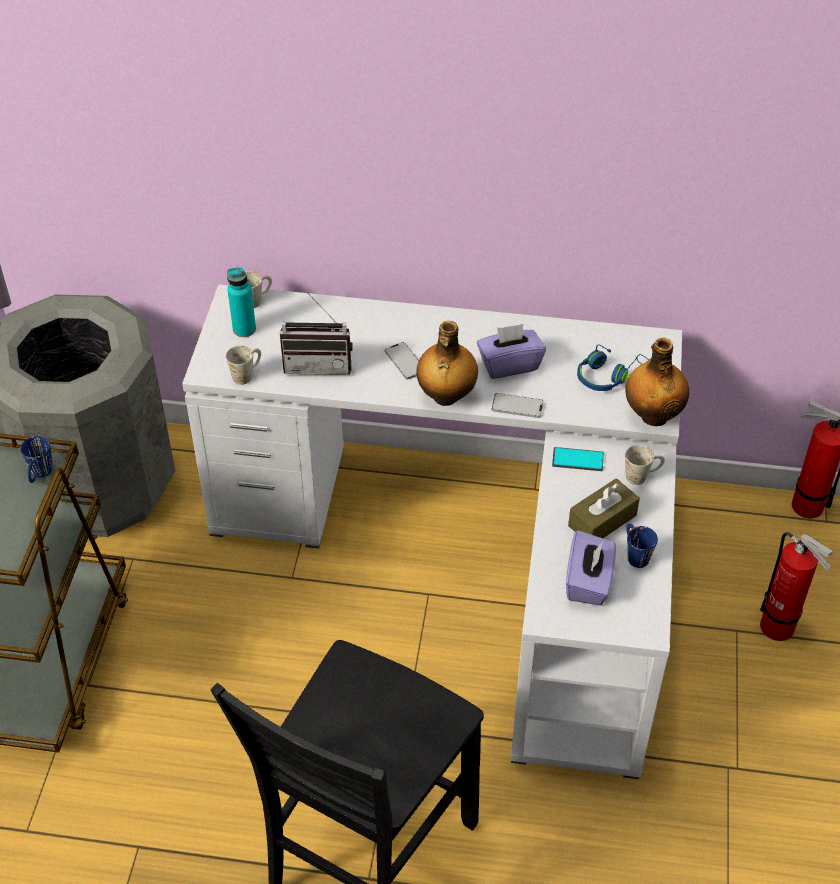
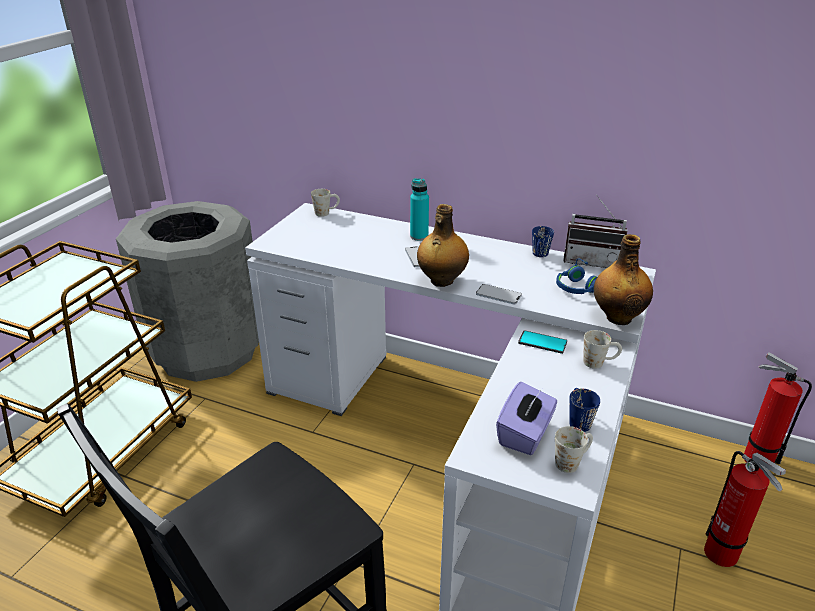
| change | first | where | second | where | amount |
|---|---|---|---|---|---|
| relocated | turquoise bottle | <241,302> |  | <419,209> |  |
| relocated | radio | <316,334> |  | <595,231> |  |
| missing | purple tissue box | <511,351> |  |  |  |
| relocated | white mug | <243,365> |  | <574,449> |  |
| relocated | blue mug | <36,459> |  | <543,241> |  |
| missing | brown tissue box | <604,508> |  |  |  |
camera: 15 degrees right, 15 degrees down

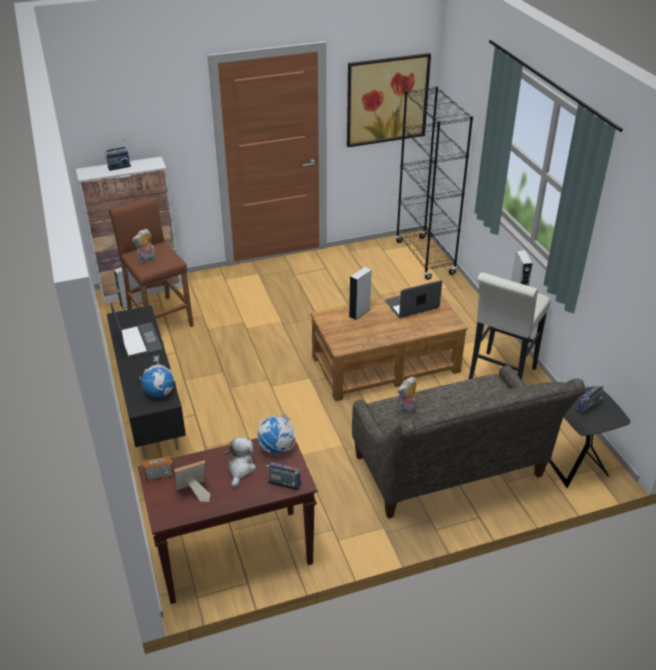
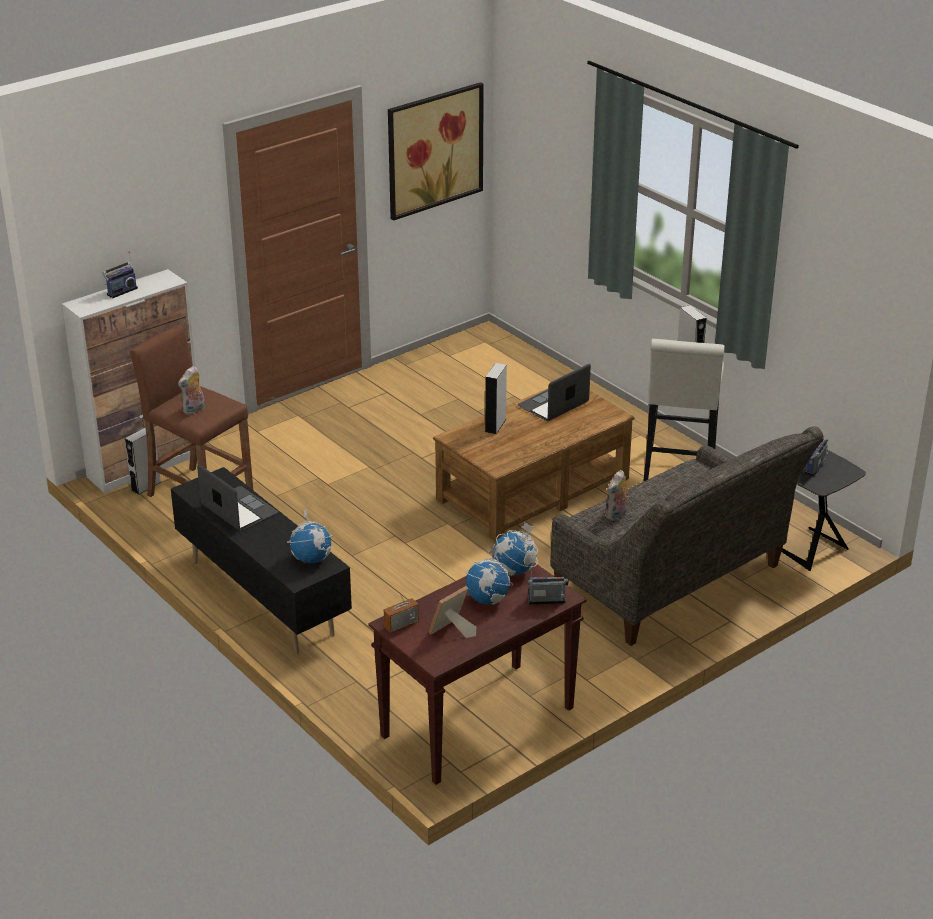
| change | first | where | second | where | amount |
|---|---|---|---|---|---|
| missing | black bookcase | <434,183> |  |  |  |
| exchanged | plush toy | <240,462> | globe | <489,575> |  |
camera: 20 degrees left, 5 degrees down

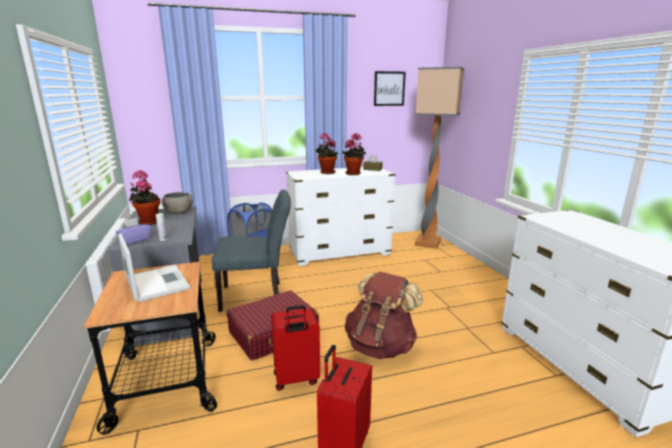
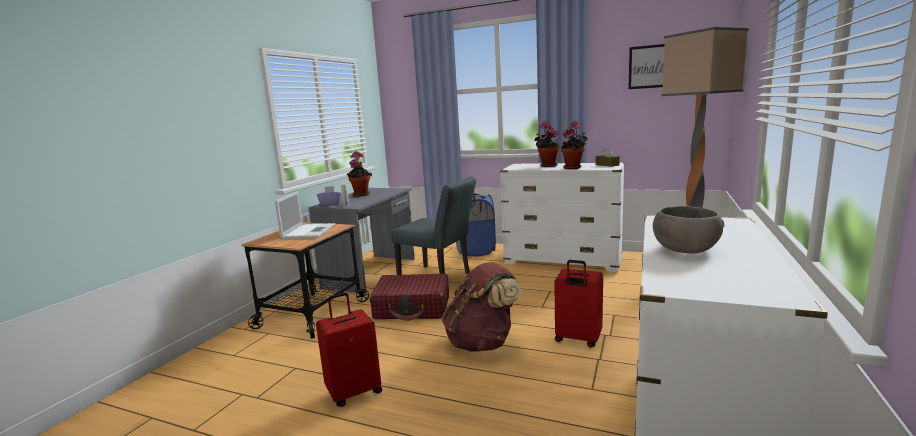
| change | first | where | second | where | amount |
|---|---|---|---|---|---|
| relocated | grey bowl | <177,203> |  | <689,229> |  |
| relocated | red suitcase | <295,348> |  | <578,303> |  |
camera: 40 degrees right, 5 degrees down

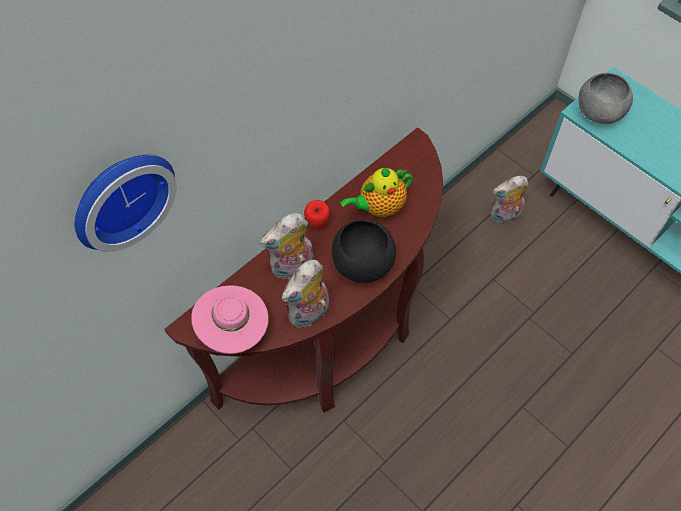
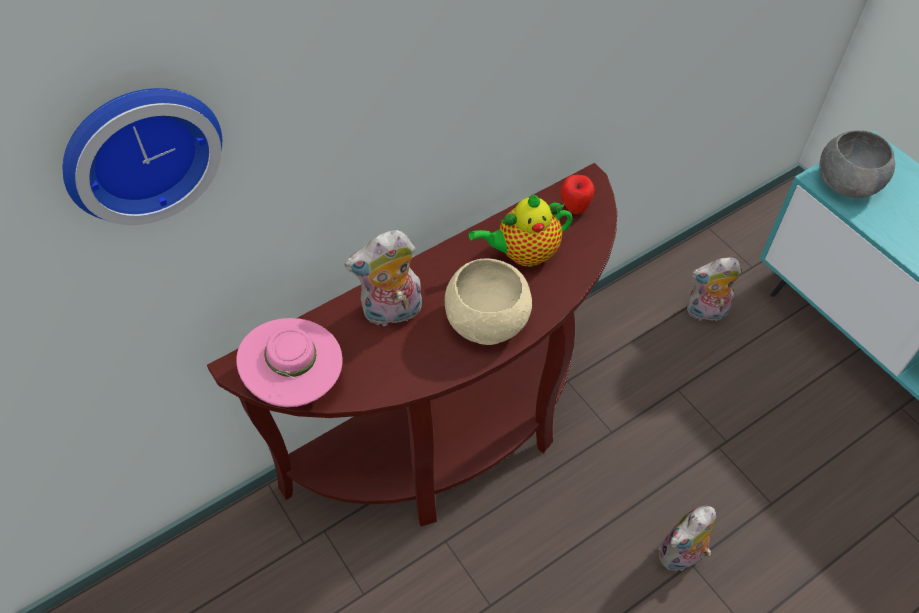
| change | first | where | second | where | amount |
|---|---|---|---|---|---|
| relocated | apple | <317,214> |  | <577,194> |  |
| colour | black bowl | <364,251> | beige bowl | <488,301> |  |
| relocated | plush toy | <305,294> |  | <687,538> |  |
camera: 10 degrees right, 5 degrees down

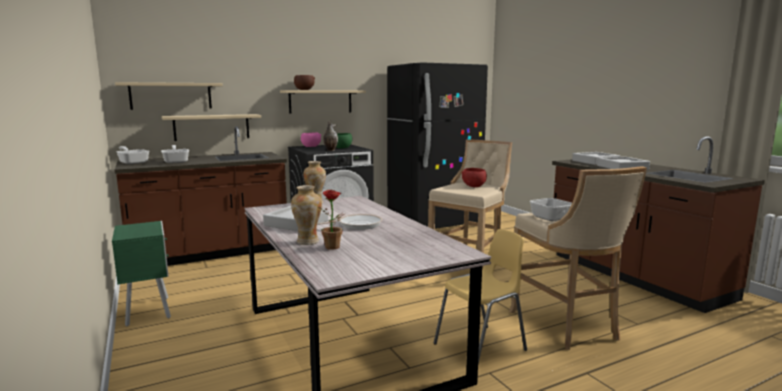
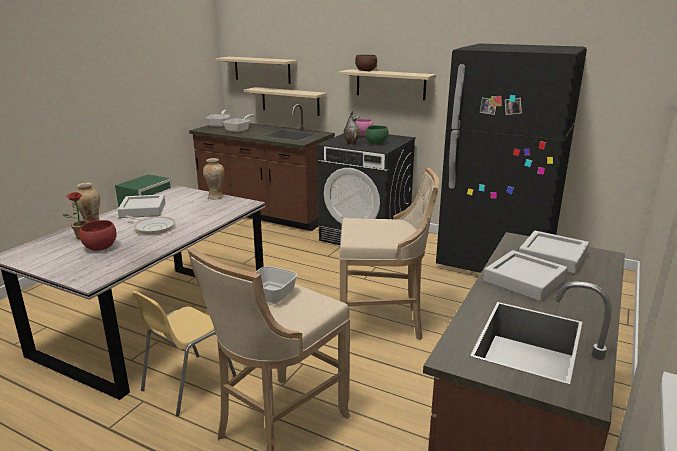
| change | first | where | second | where | amount |
|---|---|---|---|---|---|
| relocated | red bowl | <474,177> |  | <98,235> |  |
| spun | yellow chair | <480,296> |  | <184,353> | 105 degrees clockwise |
camera: 55 degrees right, 10 degrees up

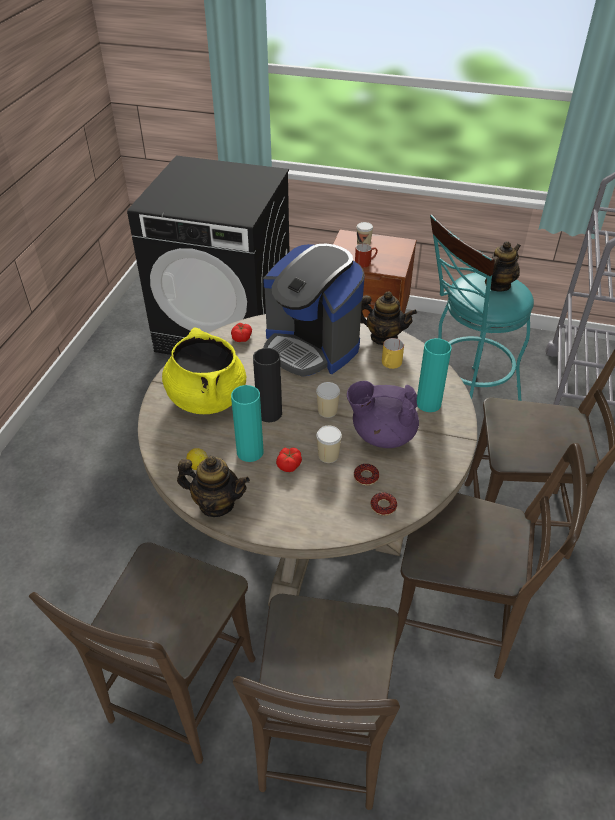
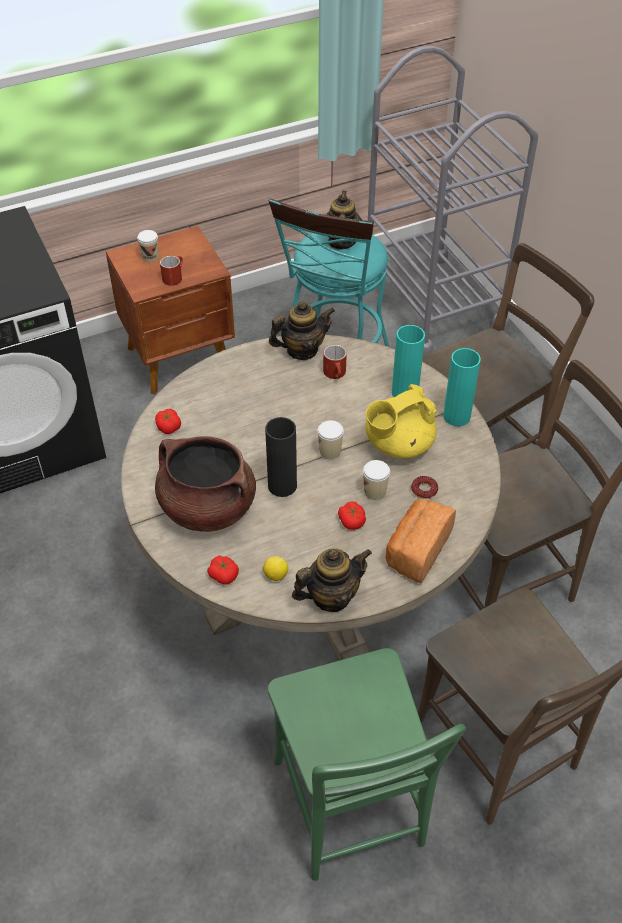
| change | first | where | second | where | amount |
|---|---|---|---|---|---|
| missing | coffee machine | <314,310> |  |  |  |
| colour | yellow cooking pot | <204,371> | brown cooking pot | <205,484> |  |
| colour | yellow mug | <393,353> | red mug | <335,362> |  |
| colour | purple teapot | <383,414> | yellow teapot | <401,421> |  |
| relocated | turquoise vase | <247,423> |  | <462,387> |  |
| missing | donut | <384,504> |  |  |  |
| colour | brown chair | <142,653> | green chair | <367,764> |  |
| appeared |  |  | bread | <421,541> |  |
| appeared |  |  | tomato | <223,569> |  |
camera: 40 degrees left, 5 degrees up

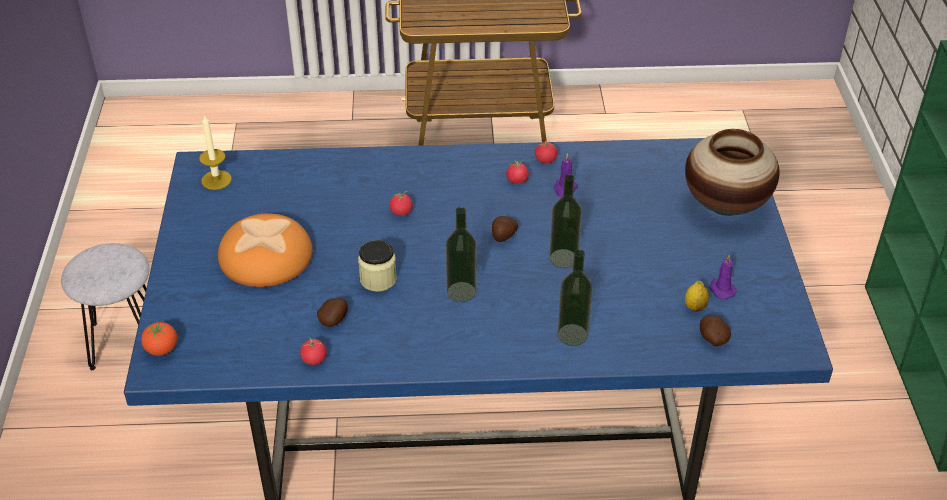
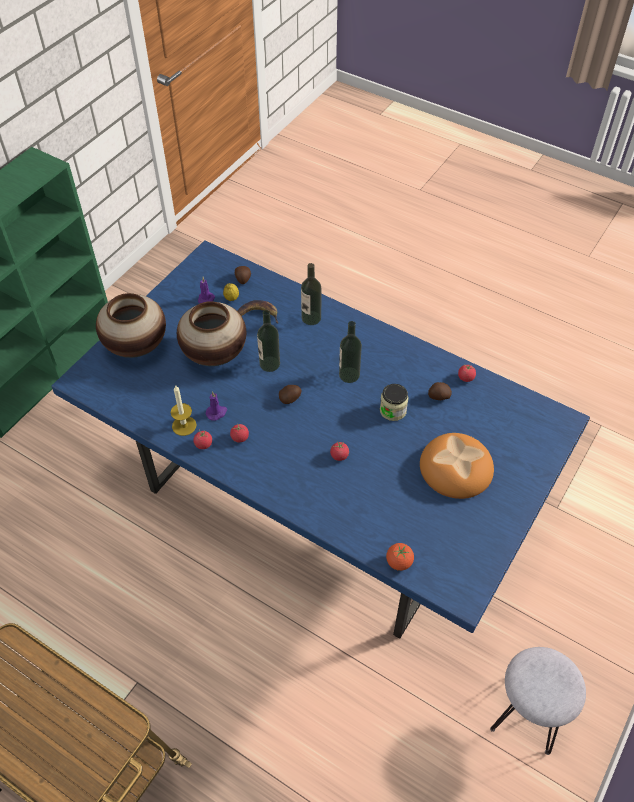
| change | first | where | second | where | amount |
|---|---|---|---|---|---|
| relocated | candle | <215,152> |  | <184,410> |  |
| relocated | tomato | <159,339> |  | <400,557> |  |
| appeared |  |  | banana | <258,312> |  |
| appeared |  |  | vase | <211,333> |  |
camera: 145 degrees left, 10 degrees up

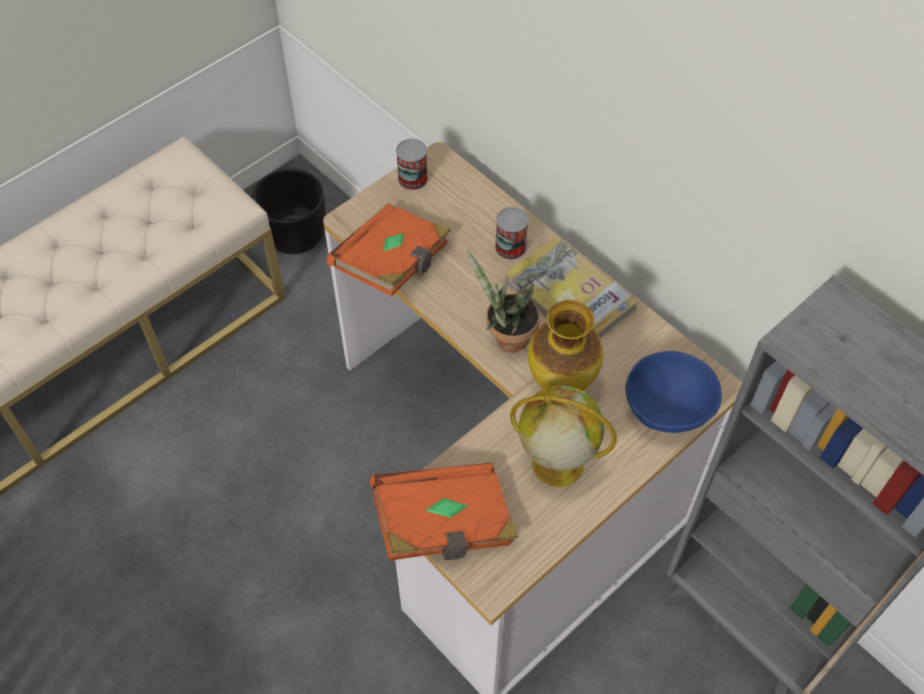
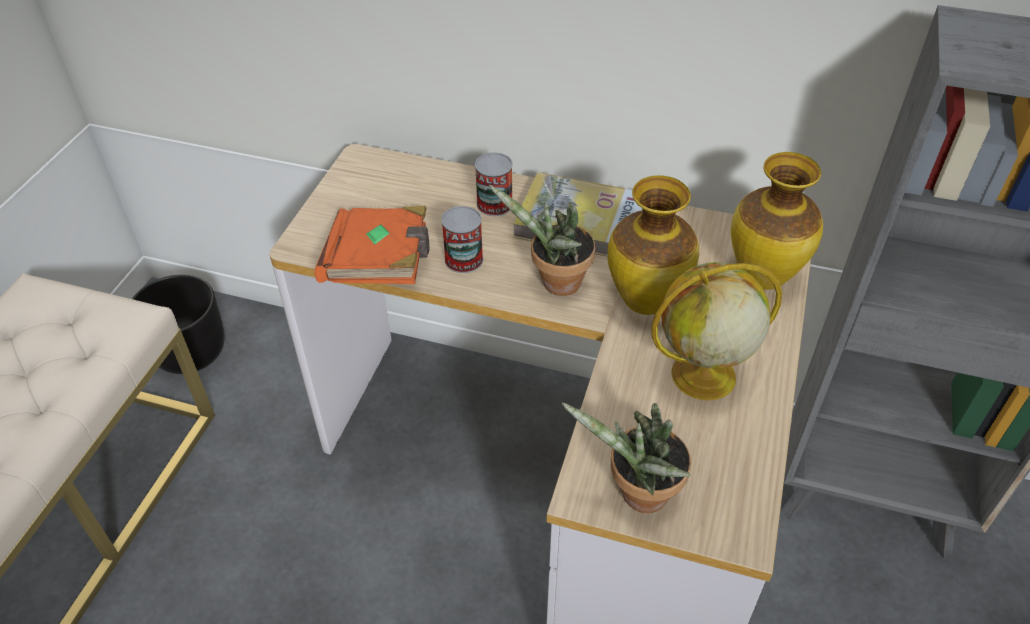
| change | first | where | second | where | amount |
|---|---|---|---|---|---|
| relocated | can | <412,164> |  | <462,239> |  |
| exchanged | blue bowl | <674,392> | vase | <777,221> |  |
| exchanged | orange book | <444,512> | potted plant | <626,458> |  |
camera: 30 degrees left, 10 degrees down

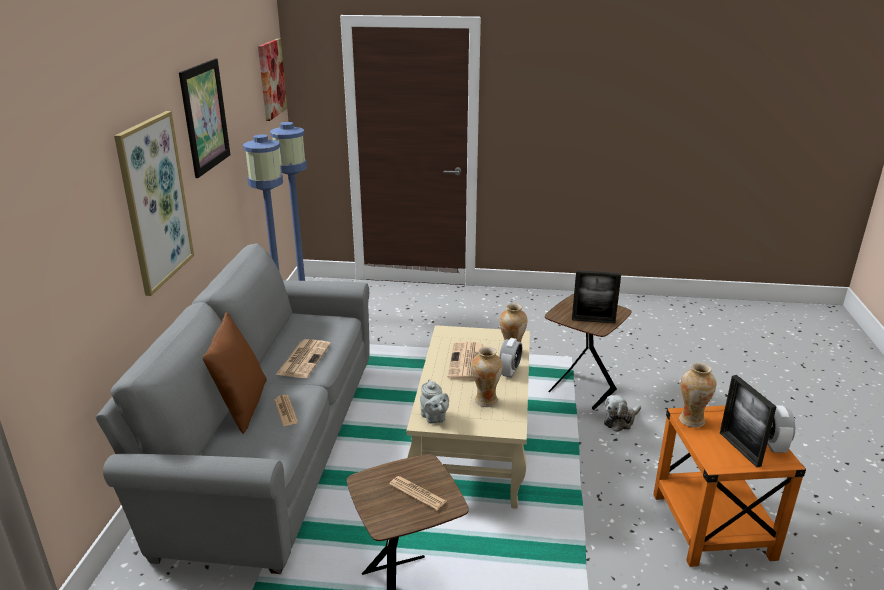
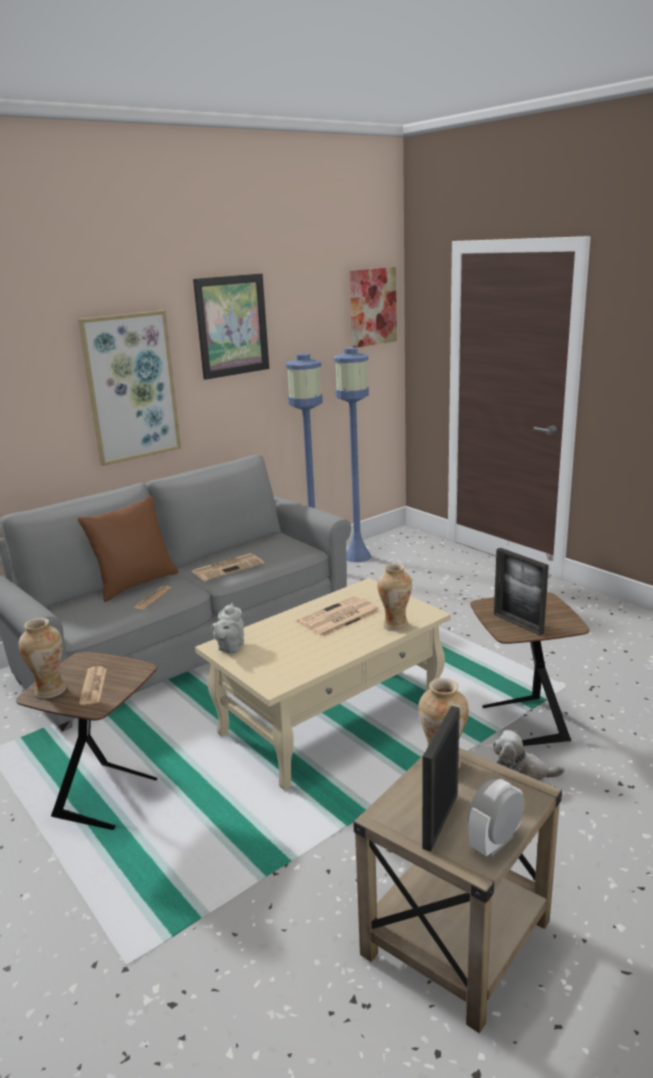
| change | first | where | second | where | amount |
|---|---|---|---|---|---|
| missing | alarm clock | <510,358> |  |  |  |
| relocated | vase | <486,377> |  | <42,658> |  |
| colour | orange side table | <729,486> | beige side table | <457,890> |  |
camera: 45 degrees right, 5 degrees down

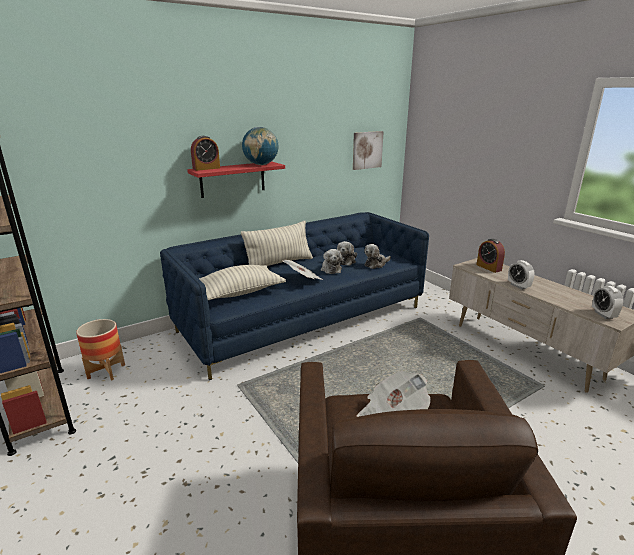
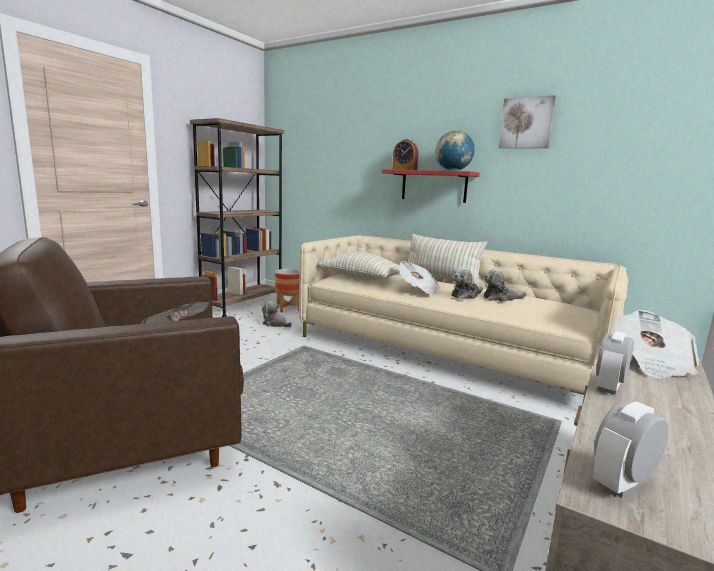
| change | first | where | second | where | amount |
|---|---|---|---|---|---|
| relocated | picture | <368,150> |  | <527,121> |  |
| colour | blue sofa | <294,296> | beige sofa | <464,315> |  |
| exchanged | alarm clock | <490,256> | newspaper | <656,344> |  |
| relocated | plush toy | <377,256> |  | <277,314> |  |
camera: 65 degrees right, 10 degrees down

